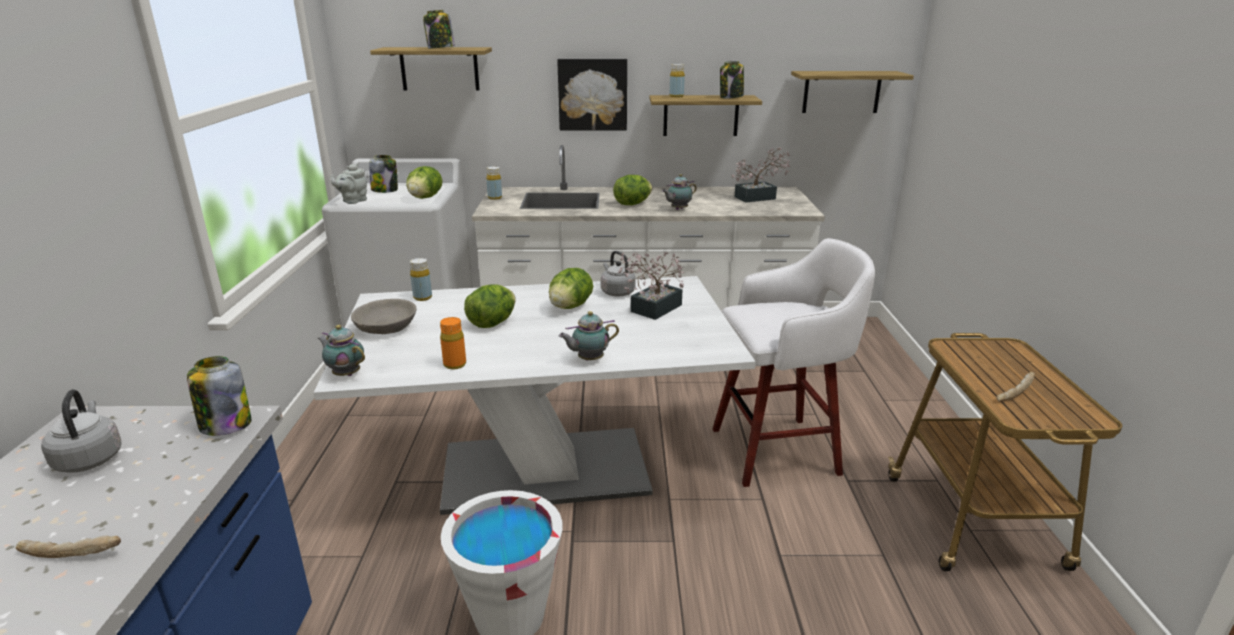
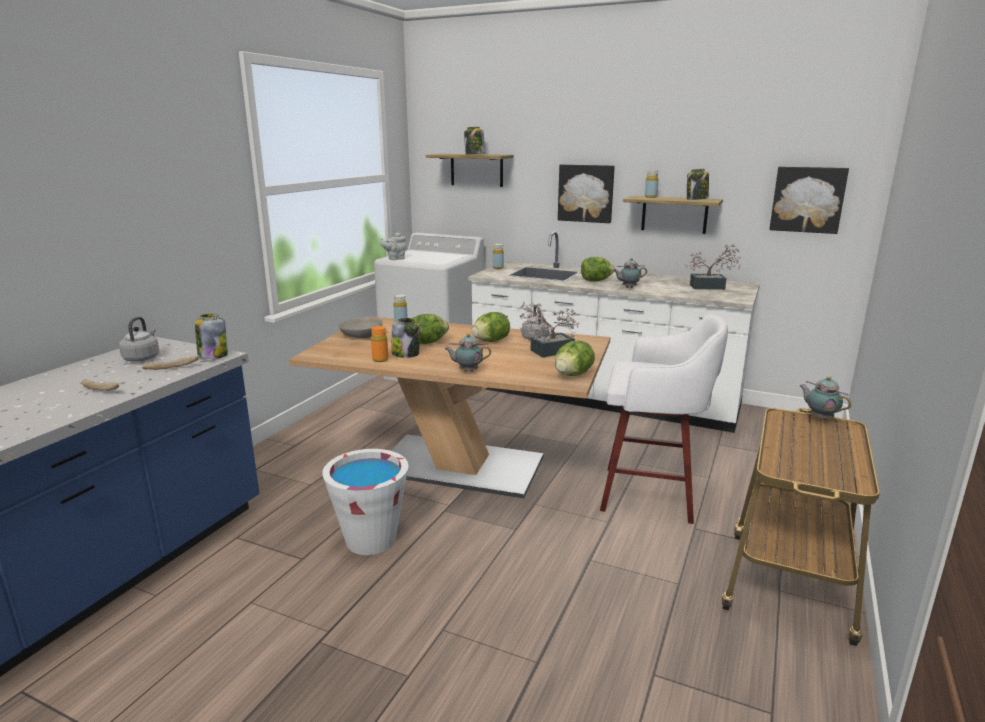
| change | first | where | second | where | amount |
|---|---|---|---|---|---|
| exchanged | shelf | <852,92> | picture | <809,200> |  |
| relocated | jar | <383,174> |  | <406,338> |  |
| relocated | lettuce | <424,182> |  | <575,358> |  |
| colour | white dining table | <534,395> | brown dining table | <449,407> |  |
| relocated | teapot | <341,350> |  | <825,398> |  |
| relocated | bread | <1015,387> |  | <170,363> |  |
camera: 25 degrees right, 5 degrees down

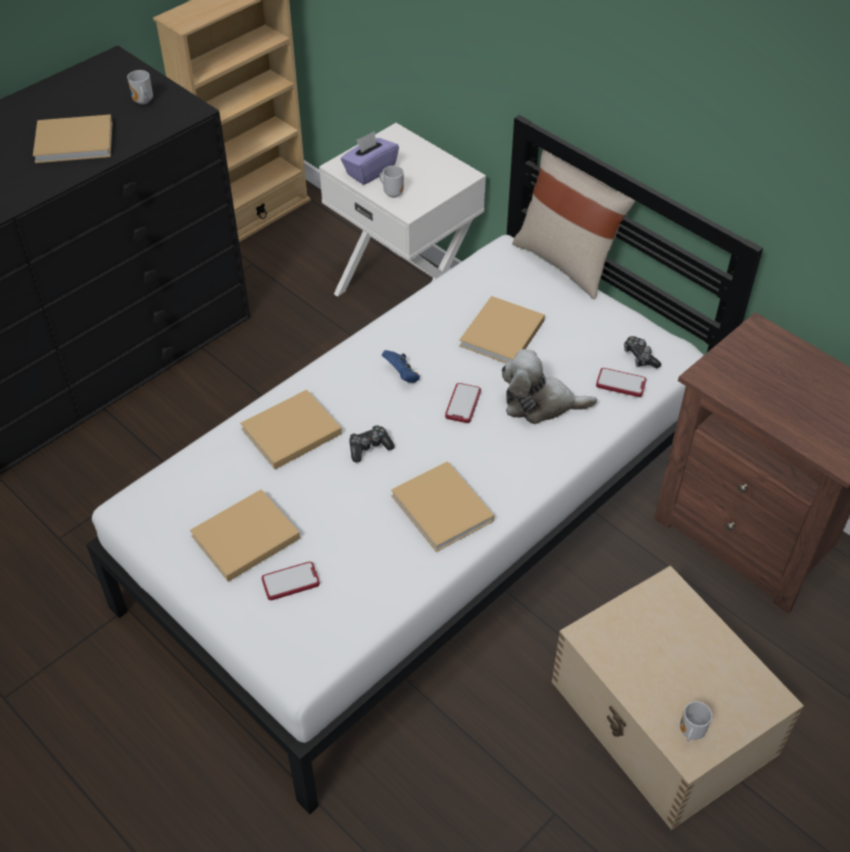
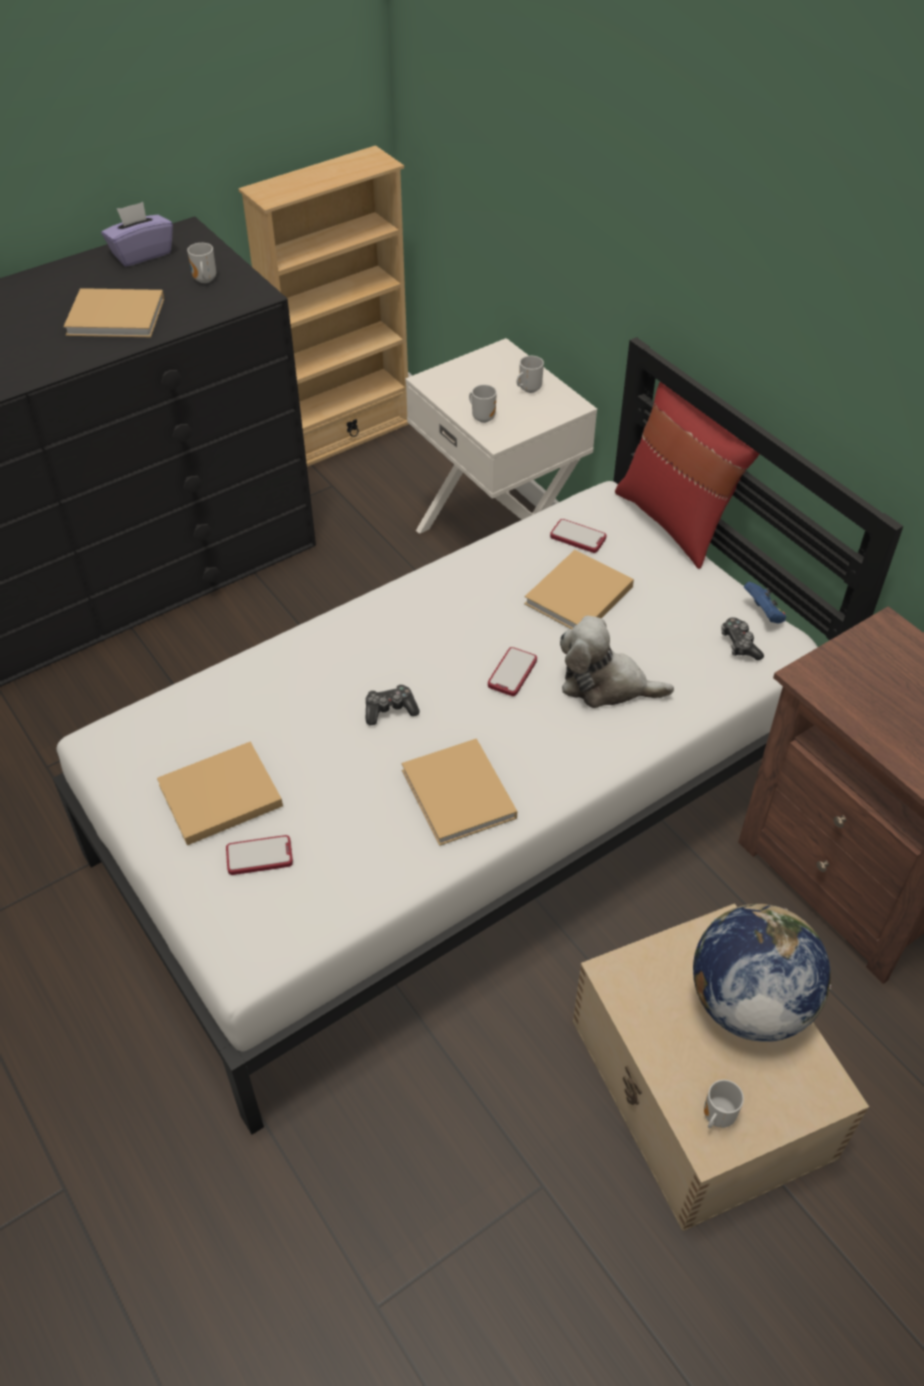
| change | first | where | second | where | amount |
|---|---|---|---|---|---|
| relocated | purple tissue box | <370,158> |  | <137,234> |  |
| colour | beige pillow | <574,224> | red pillow | <687,475> |  |
| relocated | blue game controller | <401,366> |  | <765,603> |  |
| relocated | phone | <621,382> |  | <578,536> |  |
| missing | beige book | <291,429> |  |  |  |
| appeared |  |  | mug | <530,374> |  |
| appeared |  |  | globe | <762,973> |  |
camera: 10 degrees right, 0 degrees up

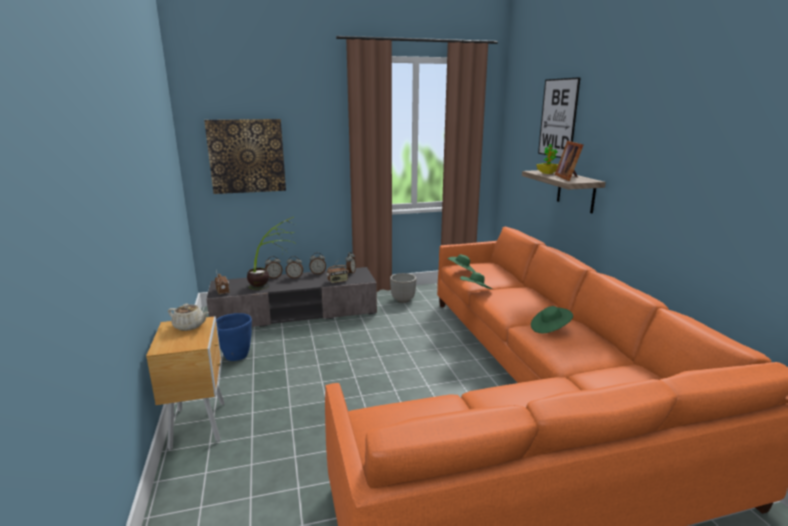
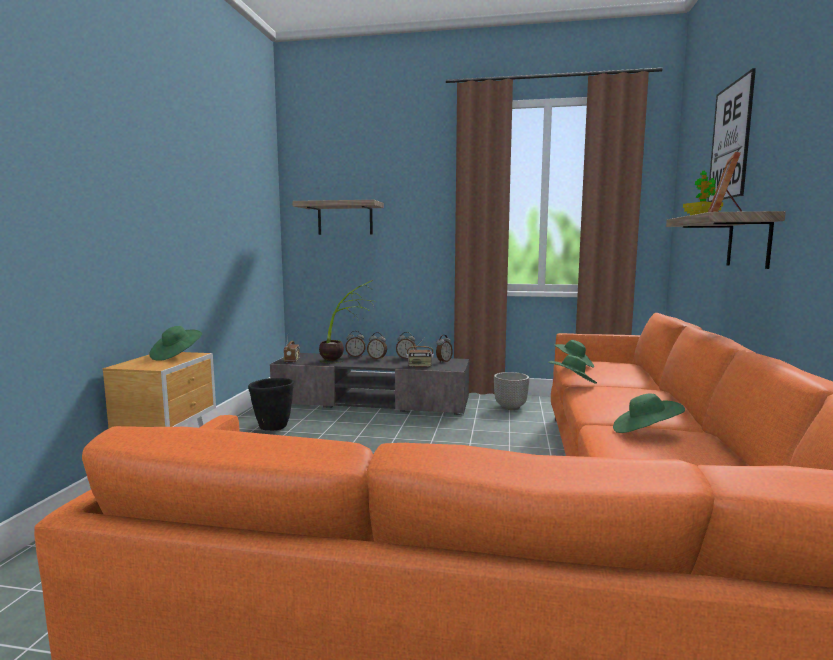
| change | first | where | second | where | amount |
|---|---|---|---|---|---|
| exchanged | picture | <245,156> | shelf | <338,217> |  |
| exchanged | beige teapot | <188,317> | green hat | <175,343> |  |
| colour | blue planter | <234,337> | black planter | <271,404> |  |
camera: 25 degrees right, 10 degrees down

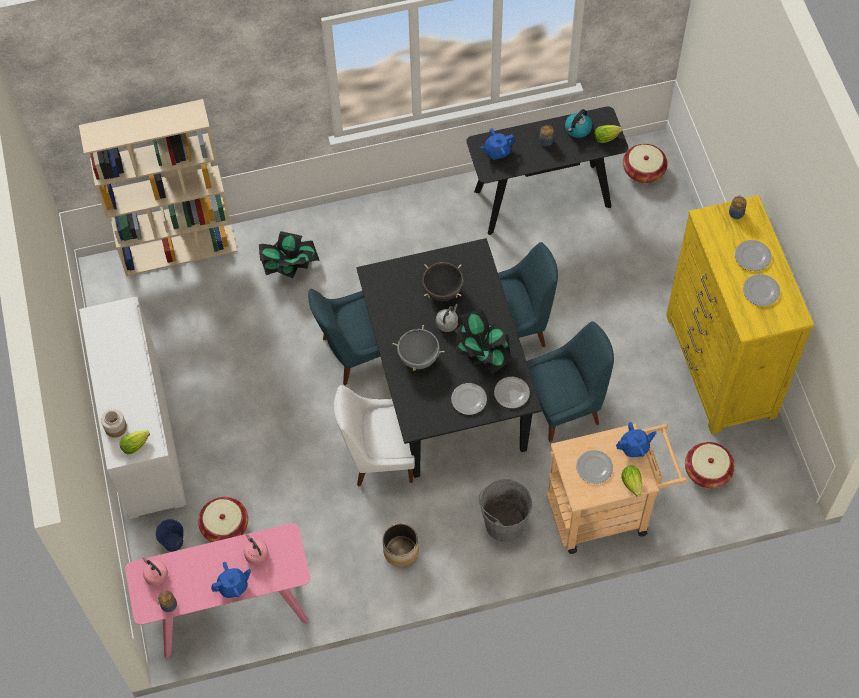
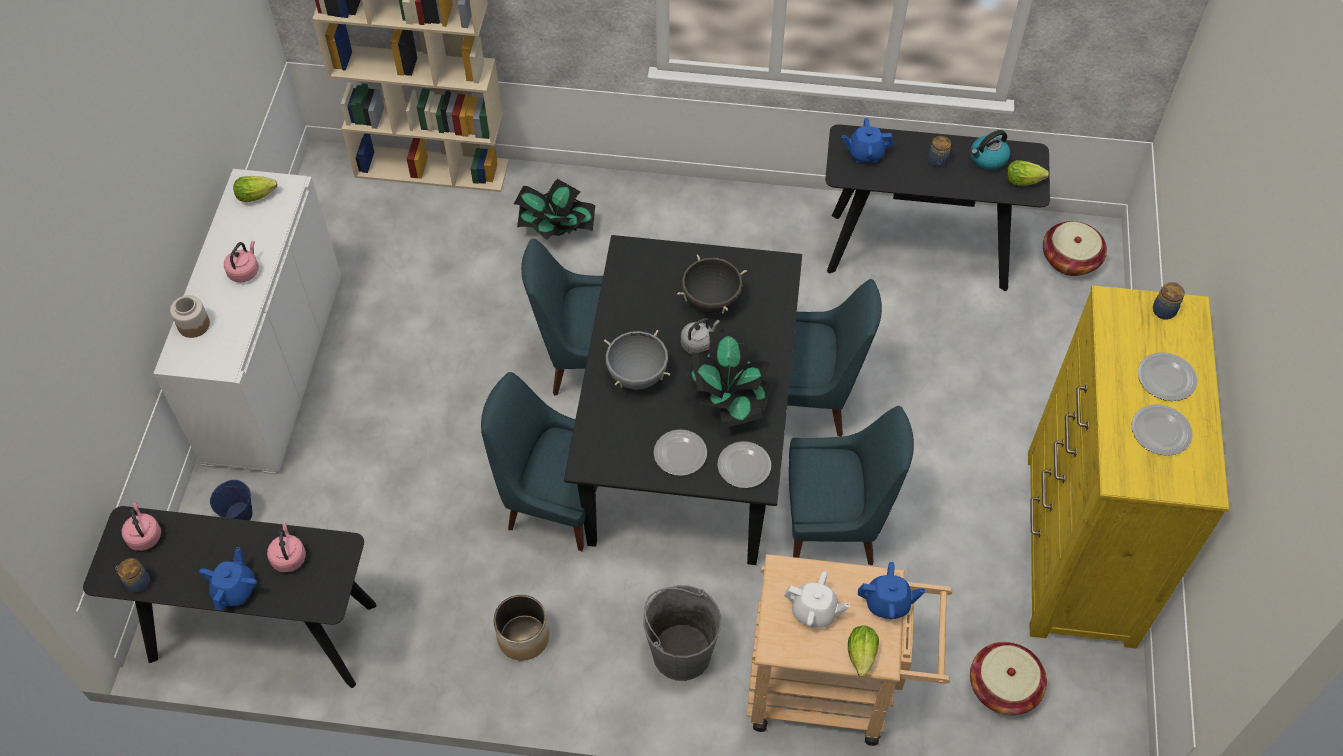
| change | first | where | second | where | amount |
|---|---|---|---|---|---|
| colour | white chair | <374,436> | blue chair | <539,461> |  |
| relocated | lettuce | <135,442> |  | <255,189> |  |
| exchanged | plate | <594,467> | white teapot | <817,599> |  |
| missing | basket | <223,519> |  |  |  |
| colour | pink console table | <217,590> | black console table | <229,597> |  |
| spun | blue teapot | <231,580> |  | <228,579> | 75 degrees counterclockwise |
| appeared |  |  | pink kettle | <241,261> |  |
camera: 20 degrees right, 5 degrees down

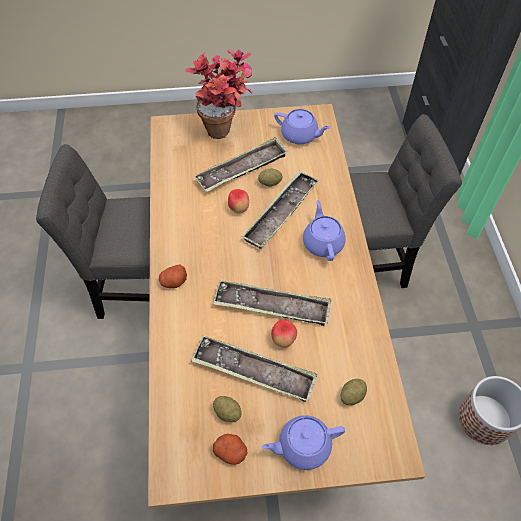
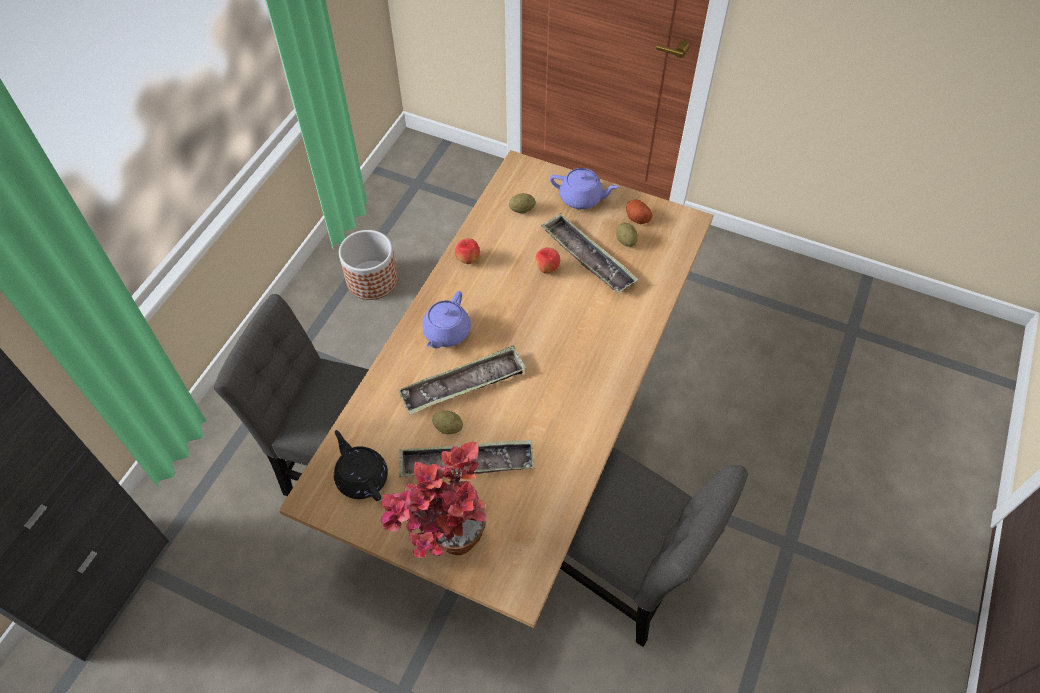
| change | first | where | second | where | amount |
|---|---|---|---|---|---|
| colour | purple teapot | <302,126> | black teapot | <361,465> |  |
| relocated | apple | <238,201> |  | <467,251> |  |
| missing | potato | <173,276> |  |  |  |
| missing | tray | <272,303> |  |  |  |
camera: 150 degrees left, 0 degrees up

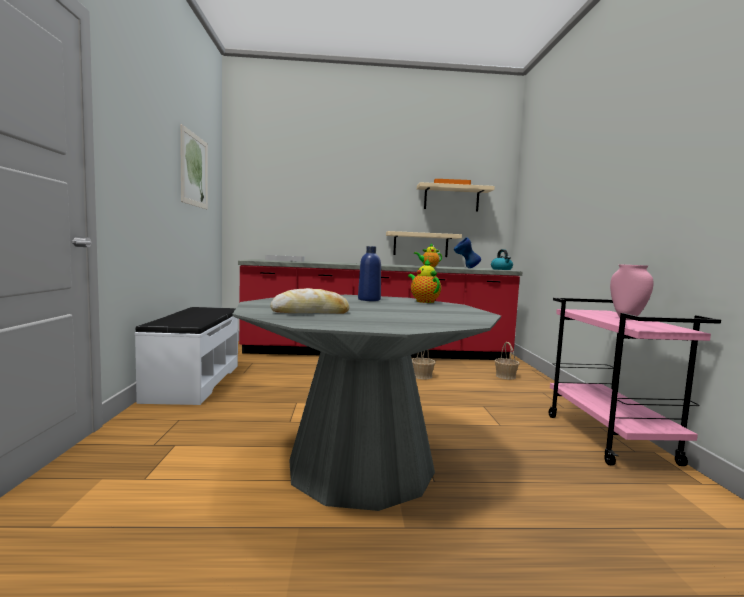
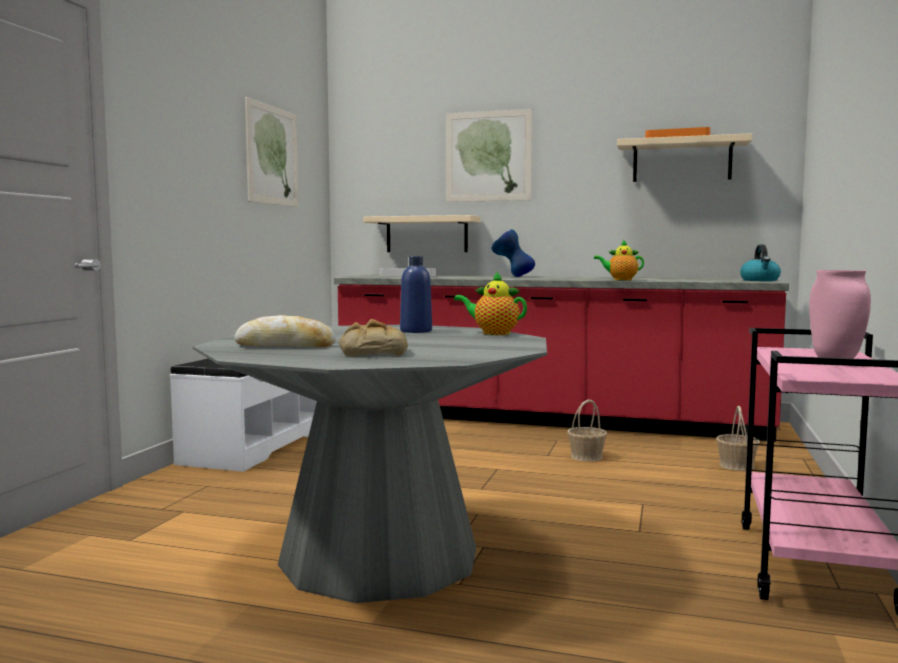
| change | first | where | second | where | amount |
|---|---|---|---|---|---|
| relocated | beige shelf | <424,244> |  | <421,233> |  |
| relocated | blue vase | <467,252> |  | <513,253> |  |
| spun | teapot | <424,281> |  | <490,303> | 60 degrees counterclockwise |
| appeared |  |  | picture | <489,155> |  |
| appeared |  |  | bread | <373,337> |  |
camera: 20 degrees right, 0 degrees up

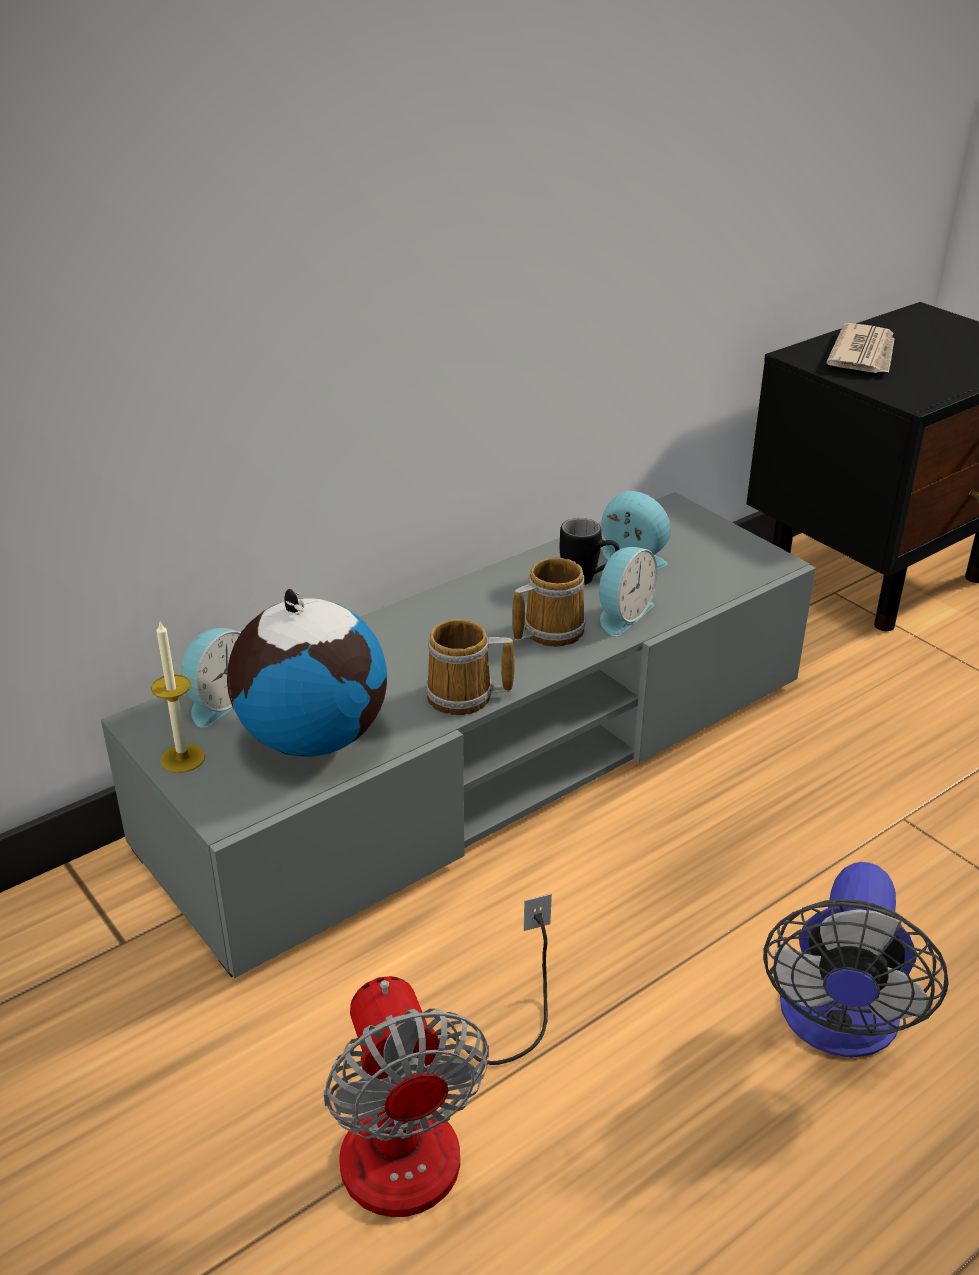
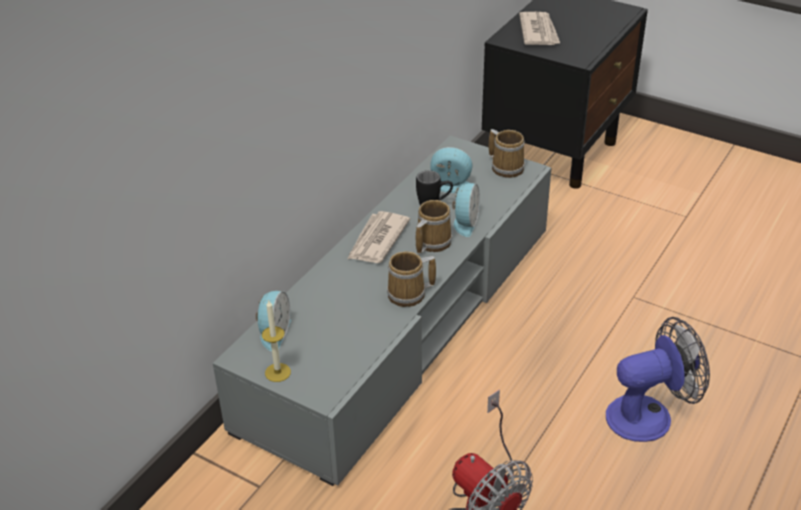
| change | first | where | second | where | amount |
|---|---|---|---|---|---|
| missing | globe | <307,673> |  |  |  |
| spun | fan | <856,960> |  | <658,379> | 105 degrees counterclockwise |
| appeared |  |  | mug | <507,153> |  |
| appeared |  |  | newspaper | <379,237> |  |
camera: 20 degrees left, 5 degrees up

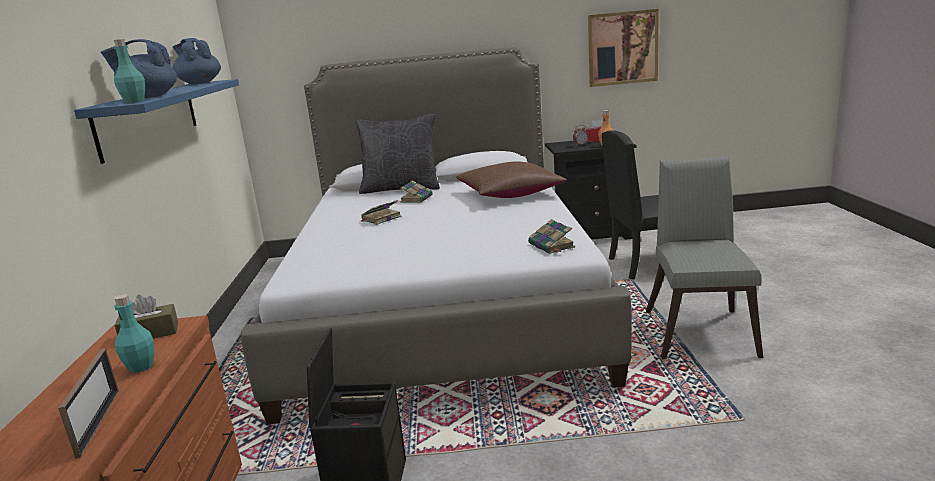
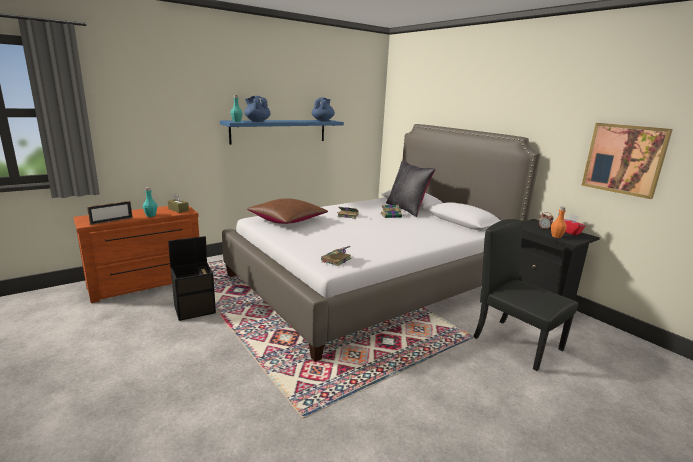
| change | first | where | second | where | amount |
|---|---|---|---|---|---|
| missing | grey chair | <704,257> |  |  |  |
| relocated | brown pillow | <511,179> |  | <287,211> |  |
camera: 55 degrees right, 0 degrees up

